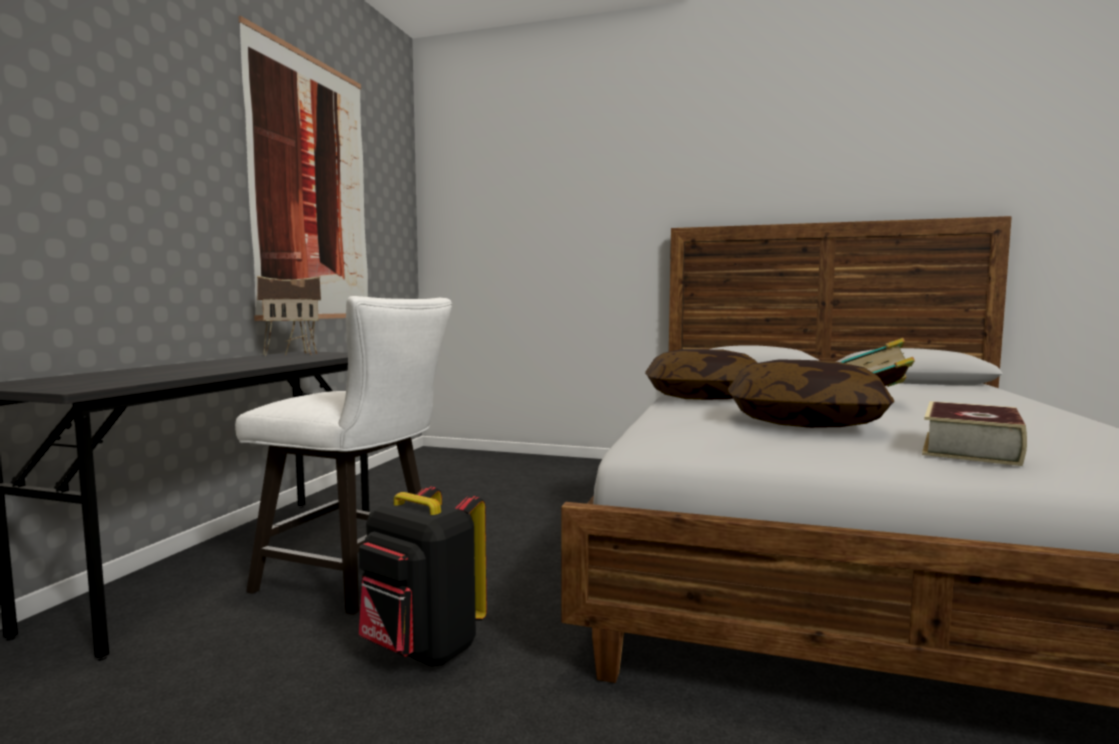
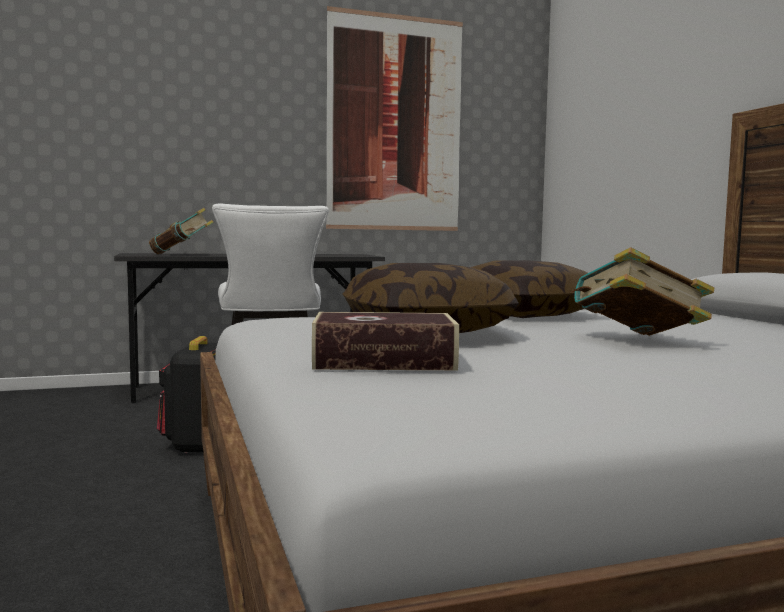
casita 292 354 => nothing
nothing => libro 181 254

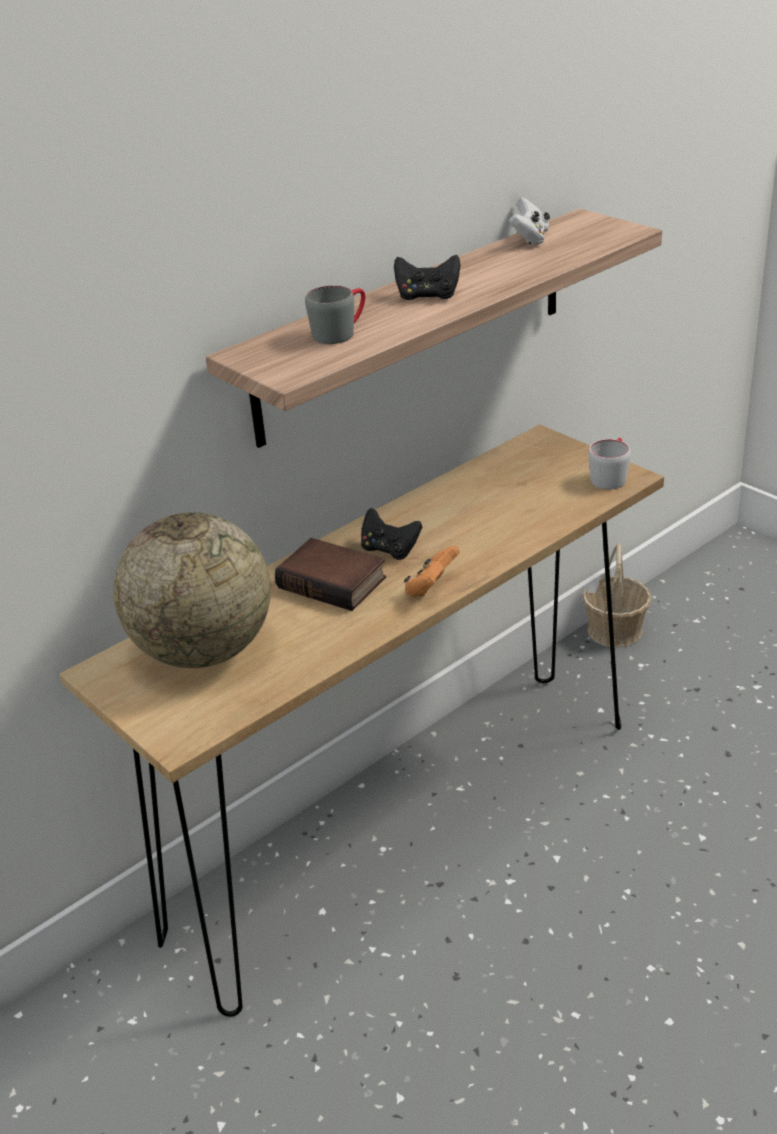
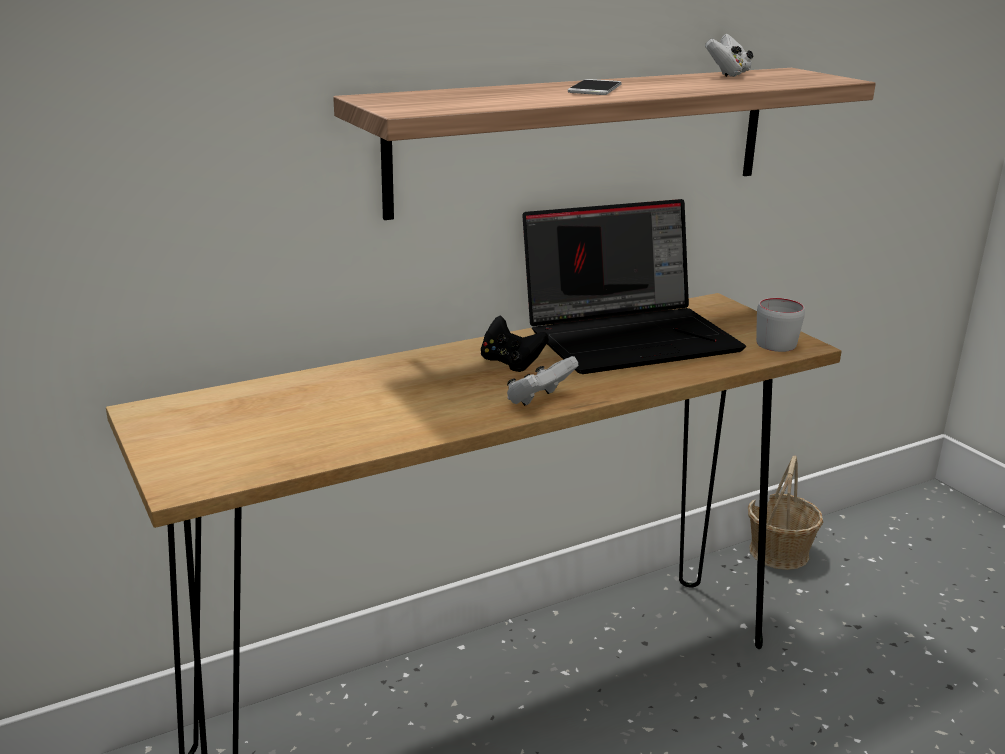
mando de consola [negro] 427 296 => móvil 595 89
taza grande [gris] 340 332 => nothing
globo terráqueo 204 651 => nothing
libro 334 581 => nothing
mando de consola [naranja] 431 588 => mando de consola [blanco] 539 400
nothing => portátil 631 336

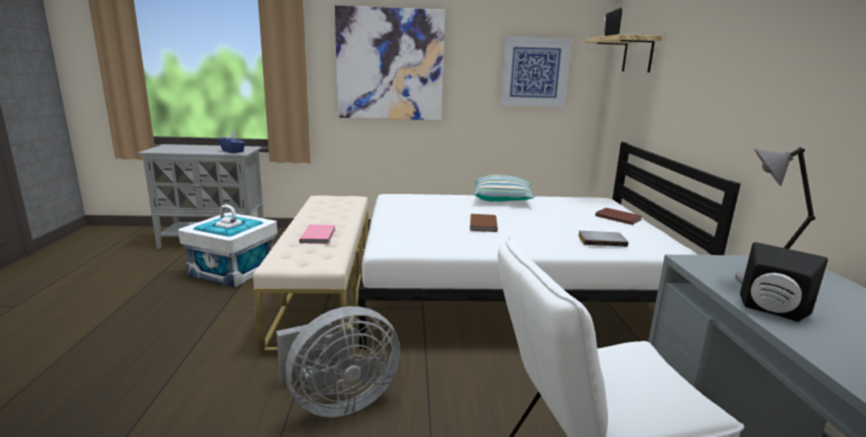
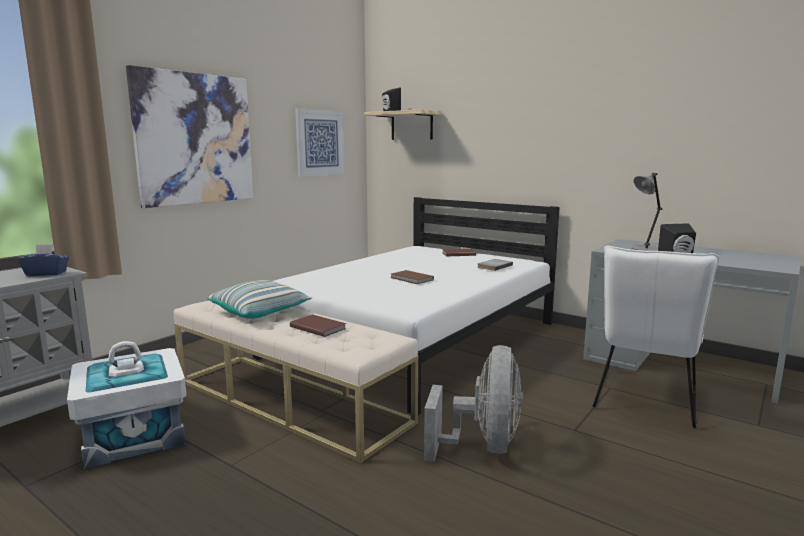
cojín 502 199 => cojín 260 312, relocated
libro [rosa] 319 236 => libro [marrón] 318 327

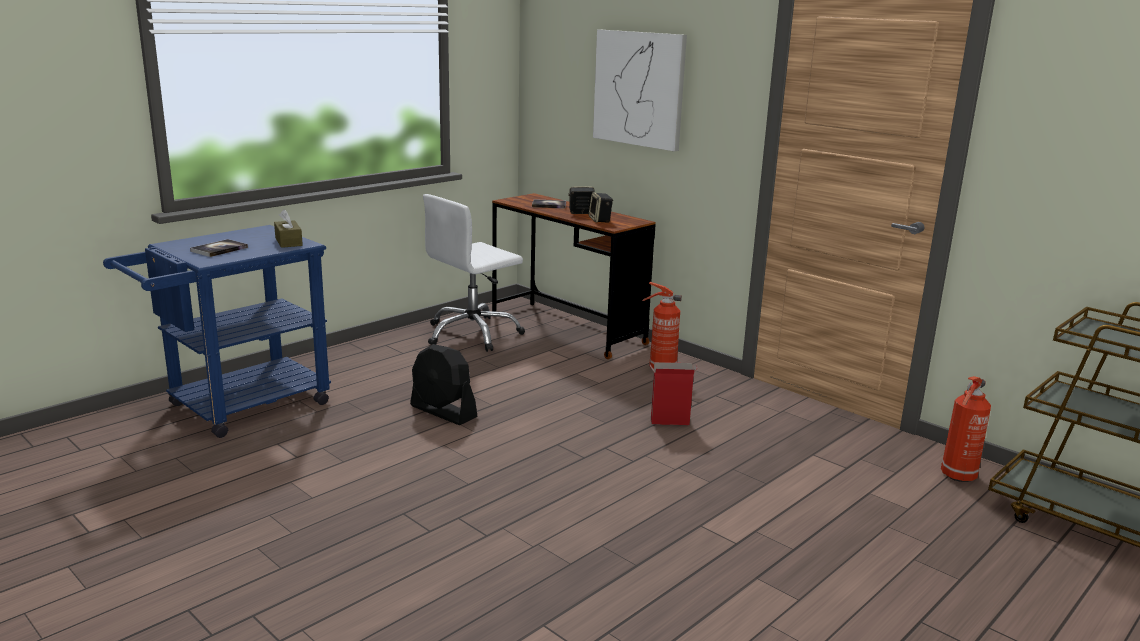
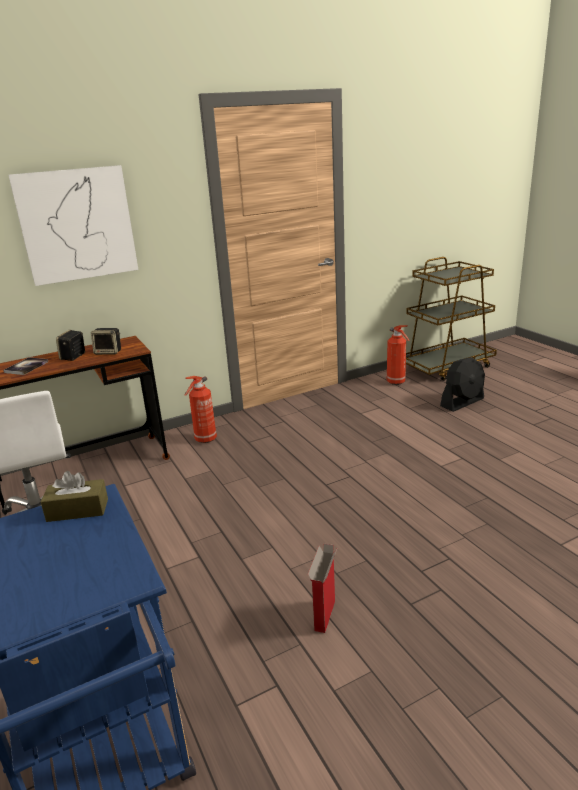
libro 219 249 => nothing
ventilador [negro] 443 412 => ventilador [negro] 462 402, relocated
caja de cartón 669 422 => caja de cartón 324 616, relocated

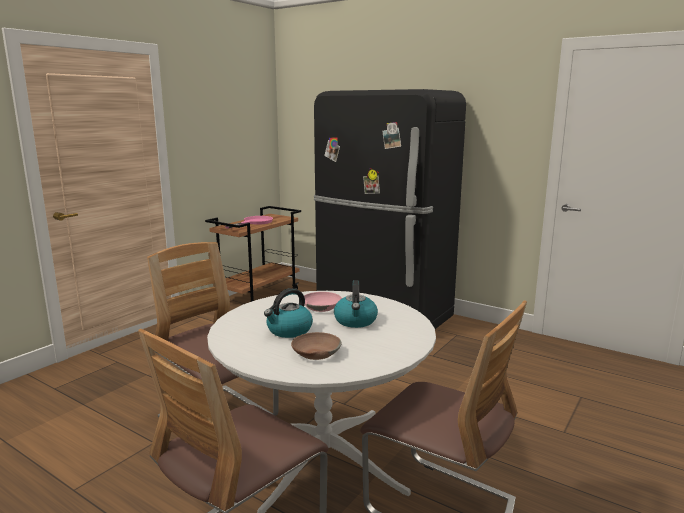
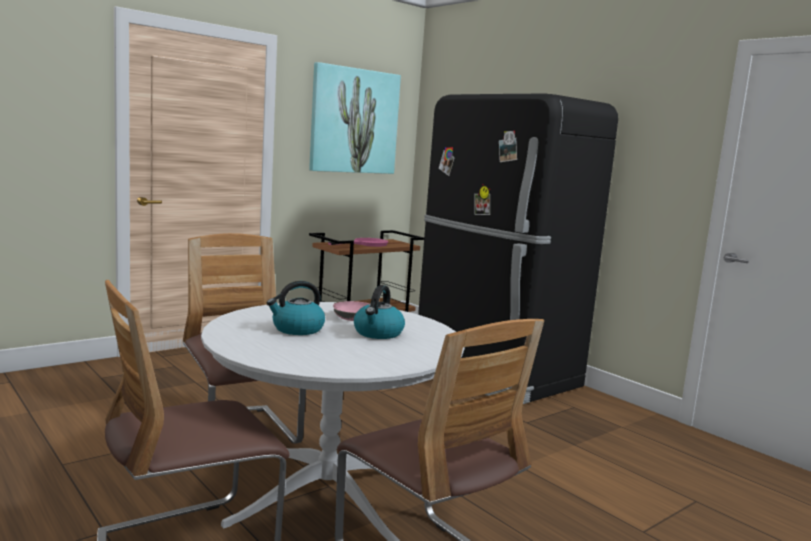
cuenco [marrón] 315 353 => nothing
nothing => cuadro 354 121

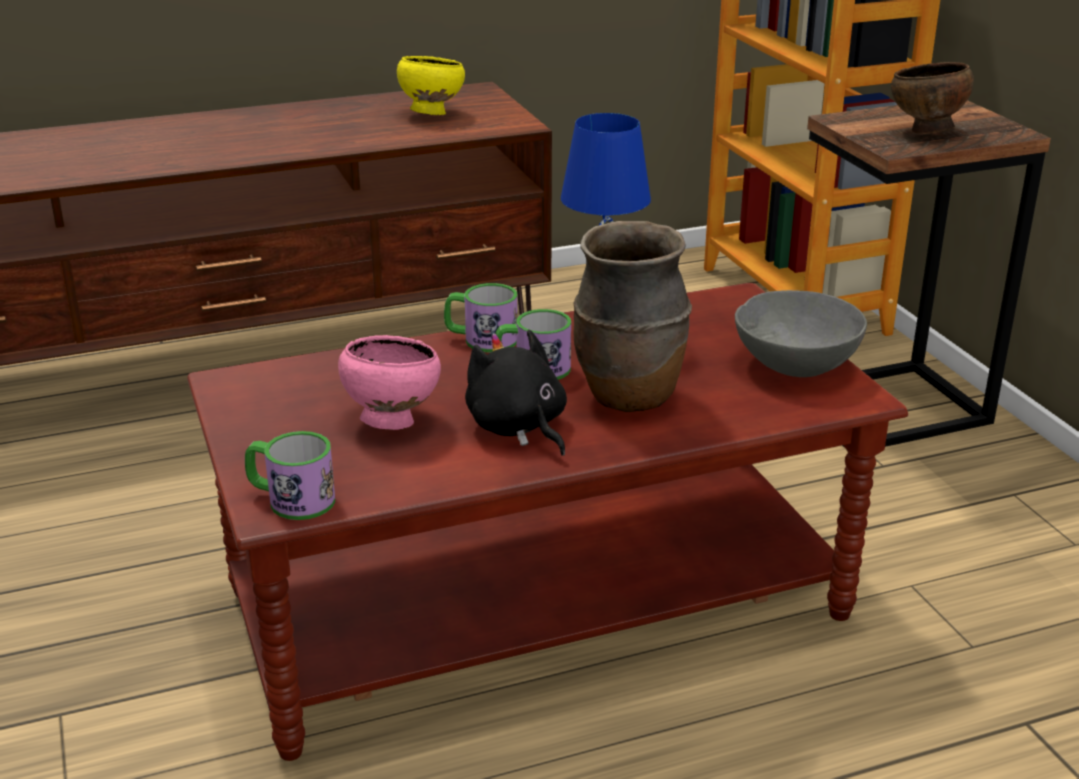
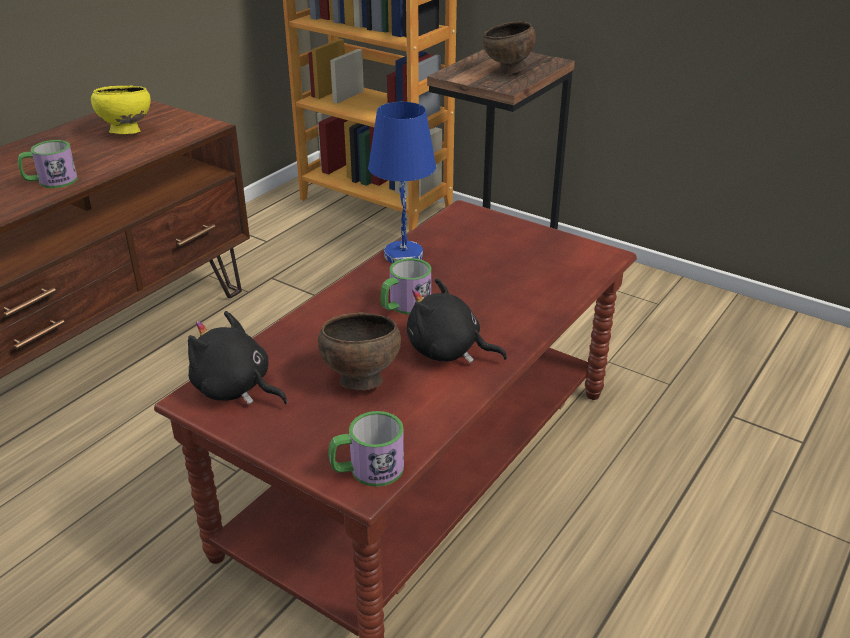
florero [marrón] 629 397 => nothing
taza grande 481 339 => taza grande 50 181, relocated
cuenco [gris] 795 365 => nothing
cuenco [rosa] 390 421 => cuenco [marrón] 360 381
nothing => peluche [negro] 235 389

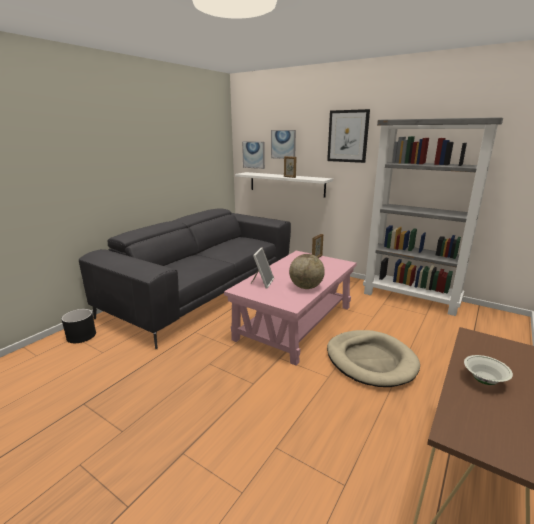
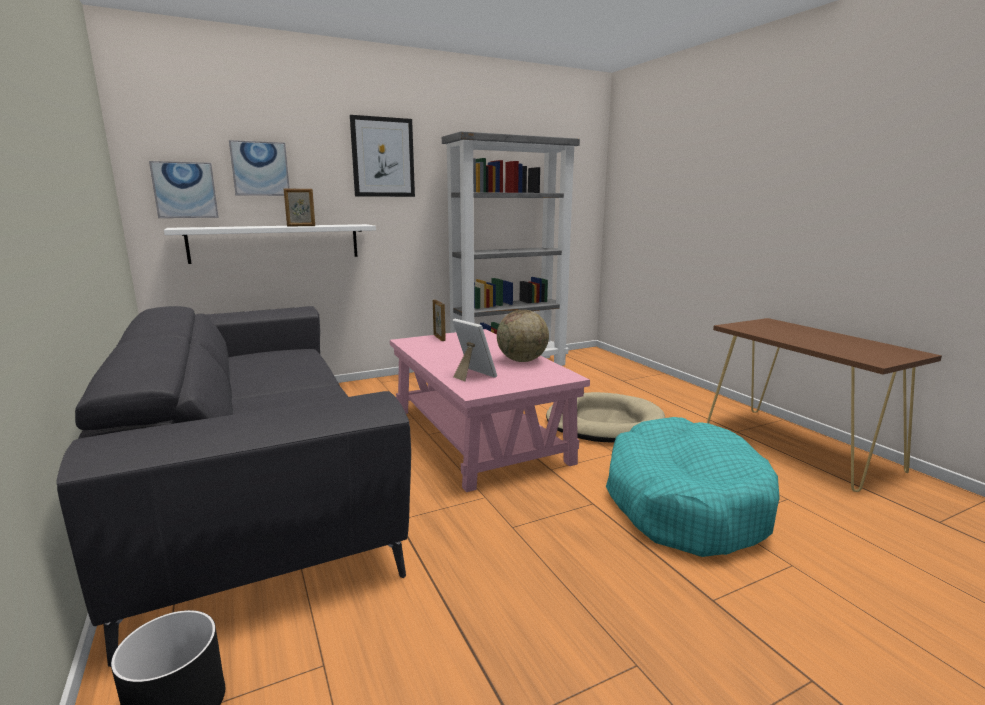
cuenco [blanco] 484 380 => nothing
nothing => cama para perro [turquesa] 684 502

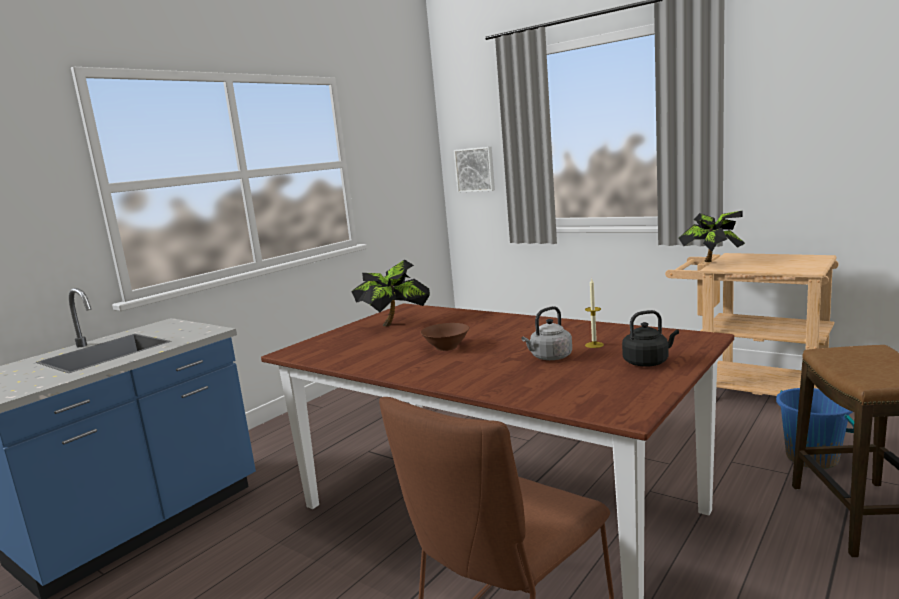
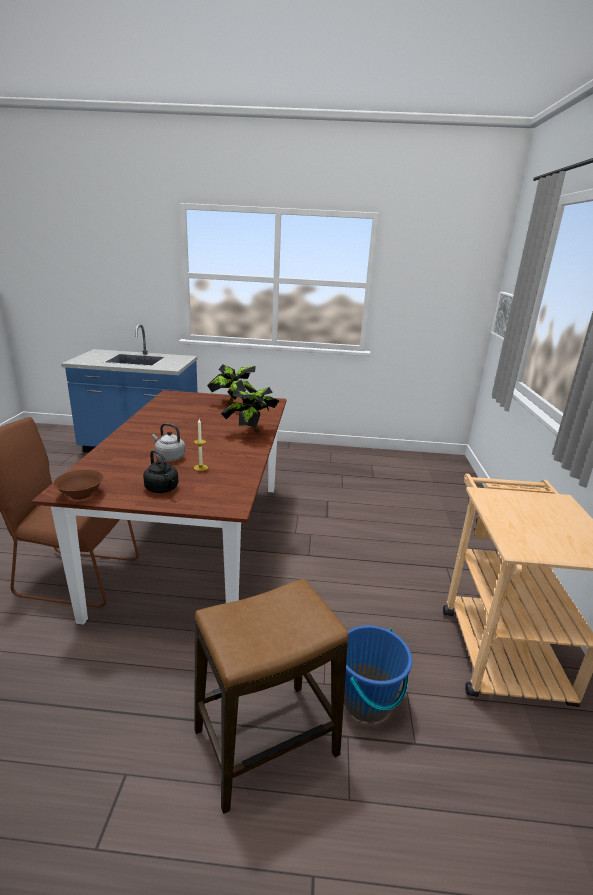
planta en maceta 712 262 => planta en maceta 252 433, relocated
cuenco [marrón] 447 347 => cuenco [marrón] 80 495, relocated

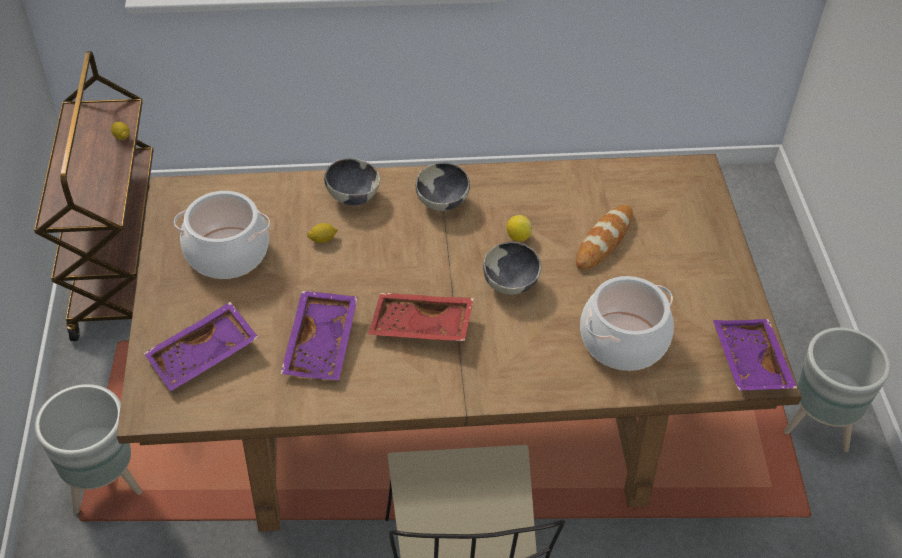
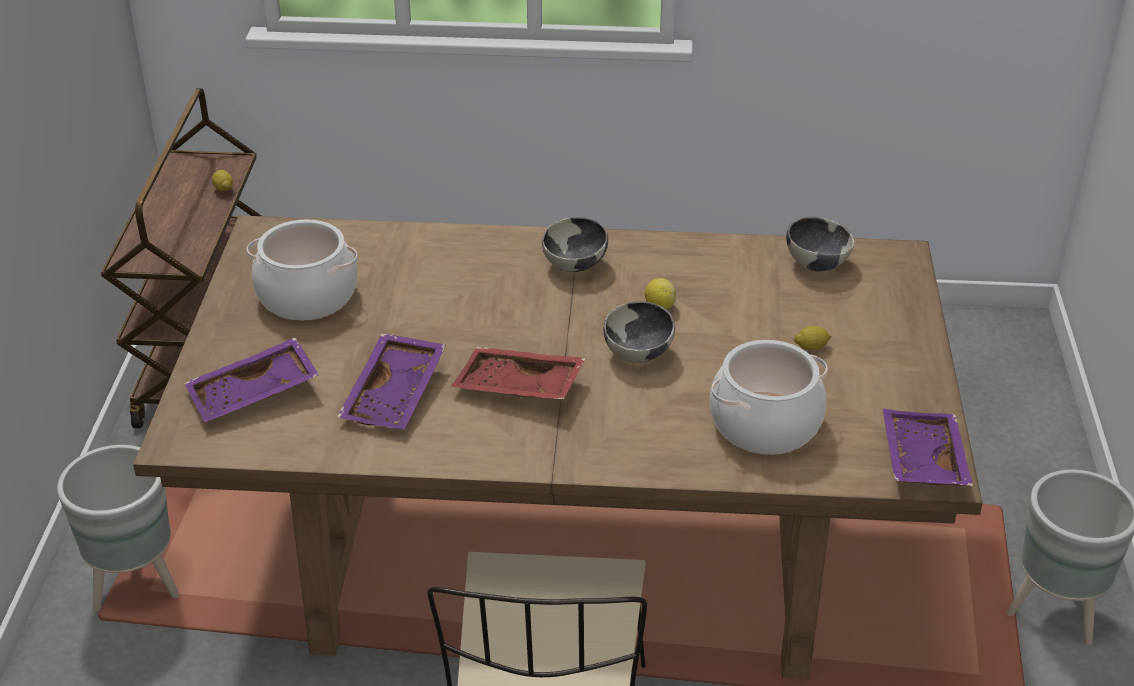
cuenco 352 196 => cuenco 816 263, relocated
pan 604 240 => nothing
limón 323 239 => limón 811 347, relocated

